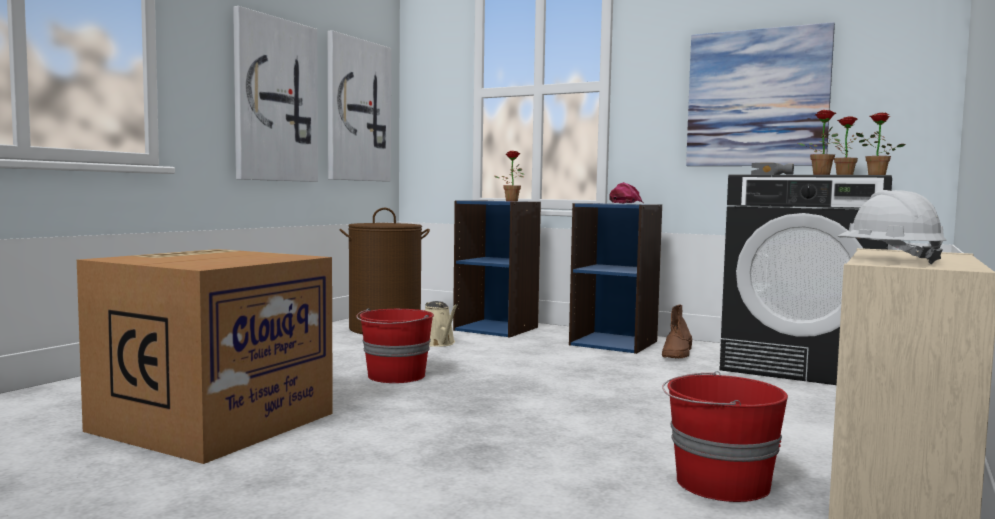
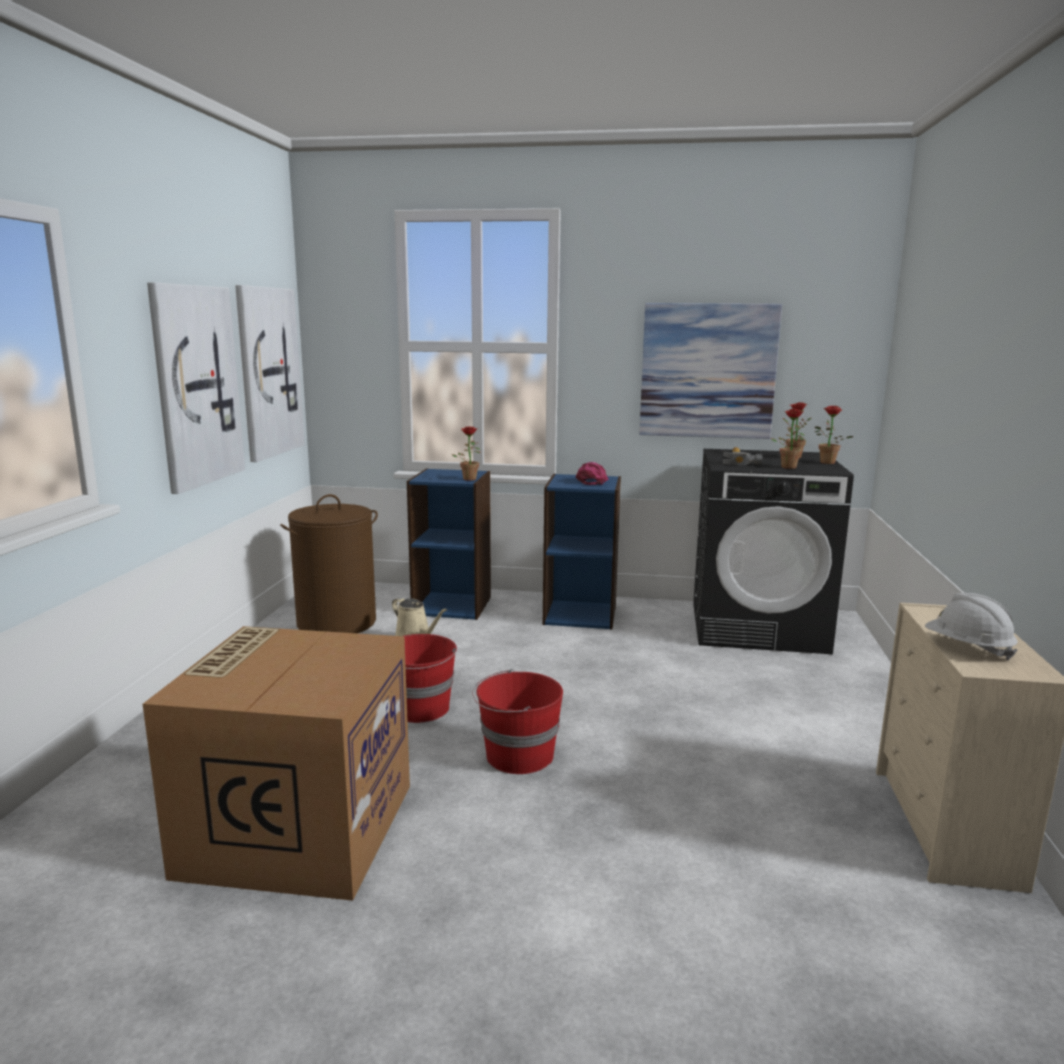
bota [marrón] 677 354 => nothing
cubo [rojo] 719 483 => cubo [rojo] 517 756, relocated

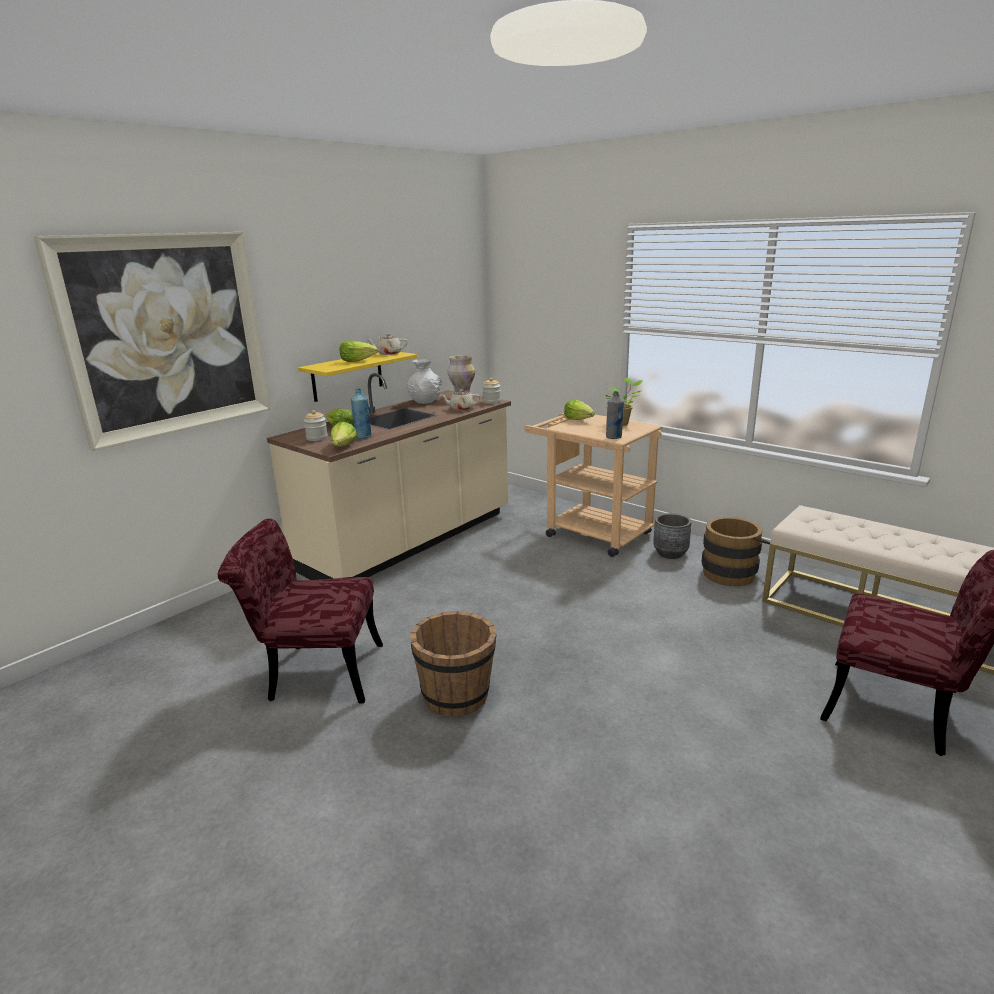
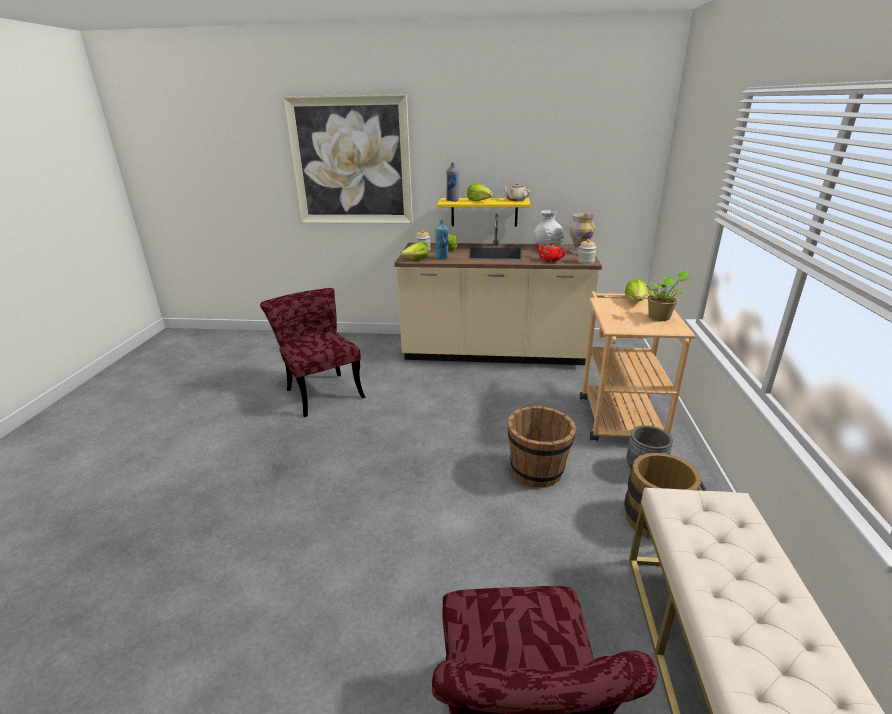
tetera [beis] 461 408 => tetera [rojo] 549 259
botella [gris] 614 437 => botella [gris] 452 200, relocated
cubo [marrón] 457 695 => cubo [marrón] 537 471, relocated

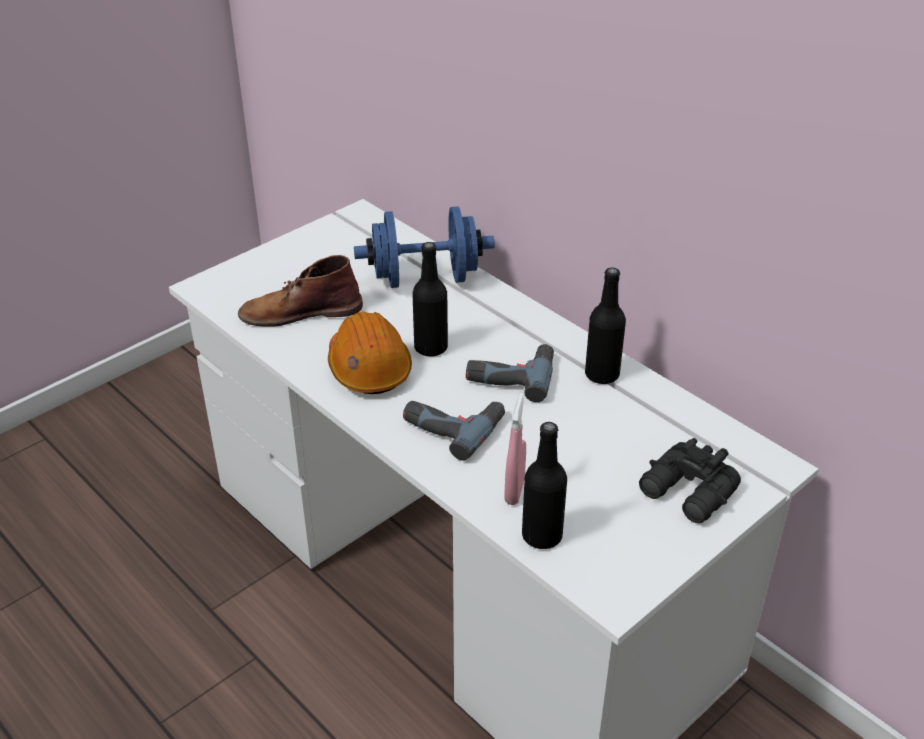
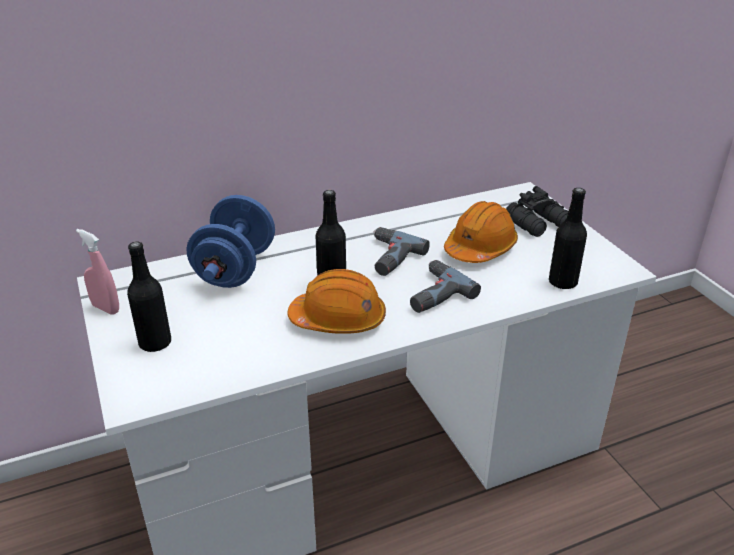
bota [marrón] 300 312 => nothing
botella [negro] 602 374 => botella [negro] 155 343, relocated
pulverizador [rosa] 514 491 => pulverizador [rosa] 106 308, relocated
nothing => casco [naranja] 480 248

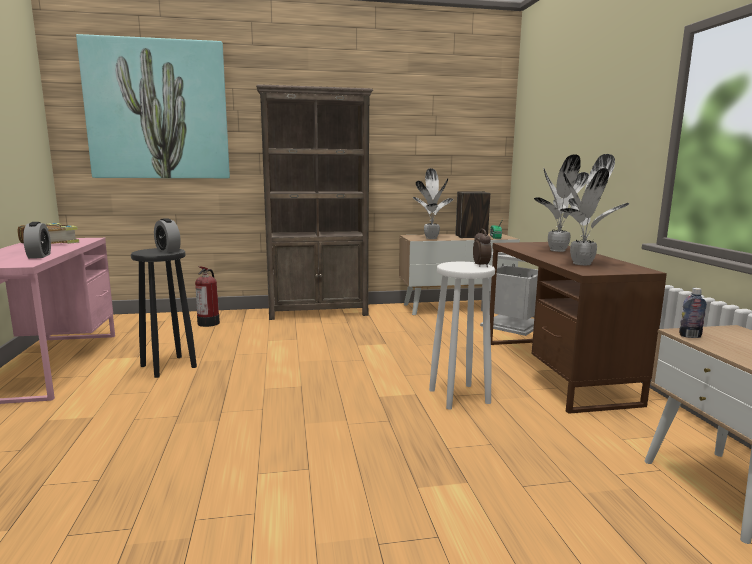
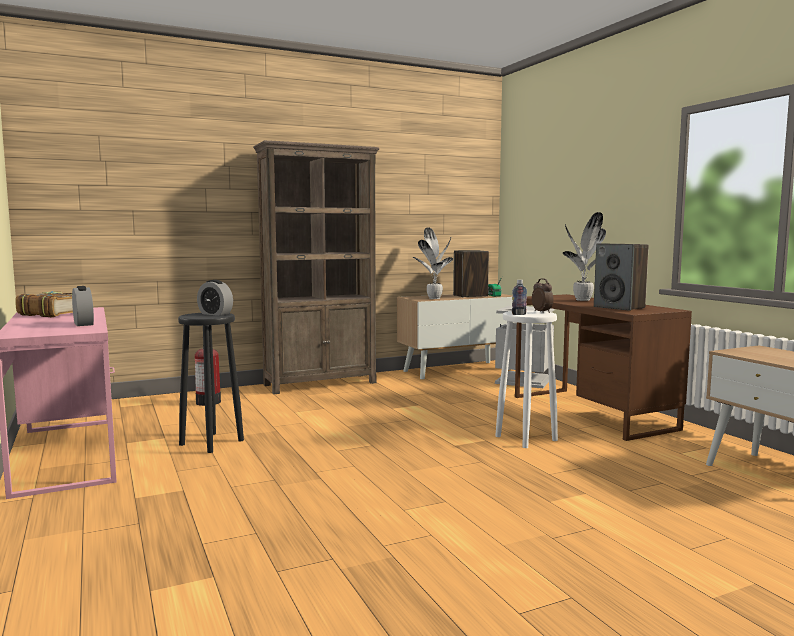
cuadro 158 110 => nothing
planta en maceta 583 263 => altavoz 619 307
botella 690 336 => botella 519 314, relocated

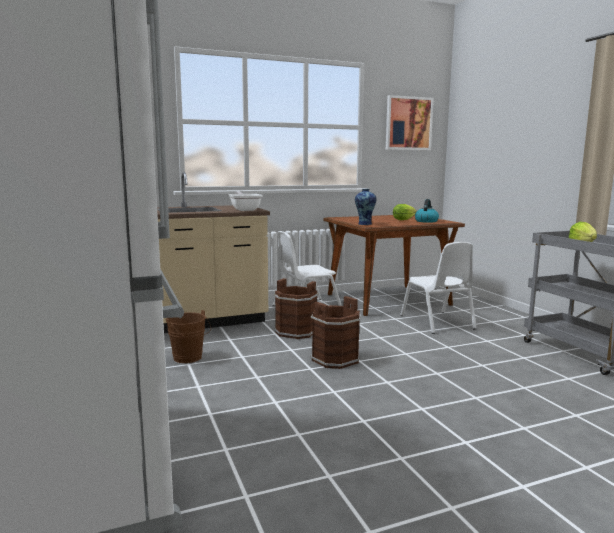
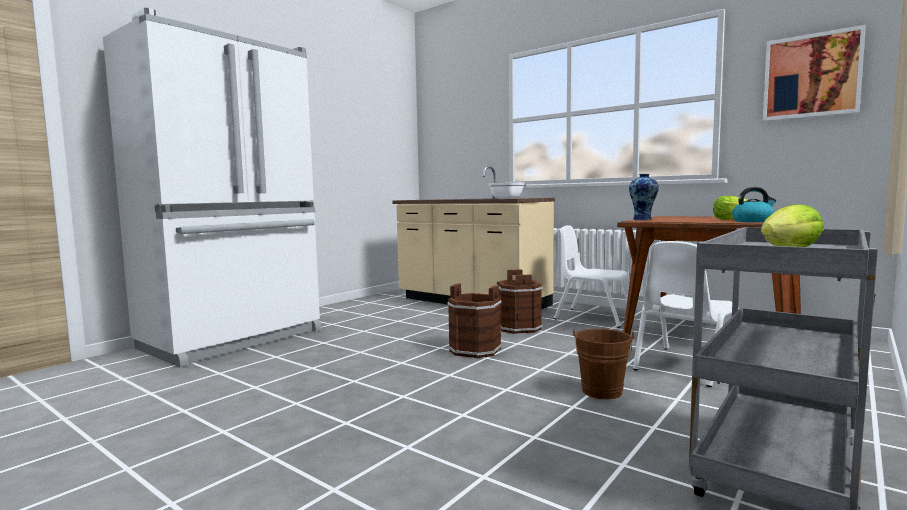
cubo [marrón] 189 358 => cubo [marrón] 602 393, relocated

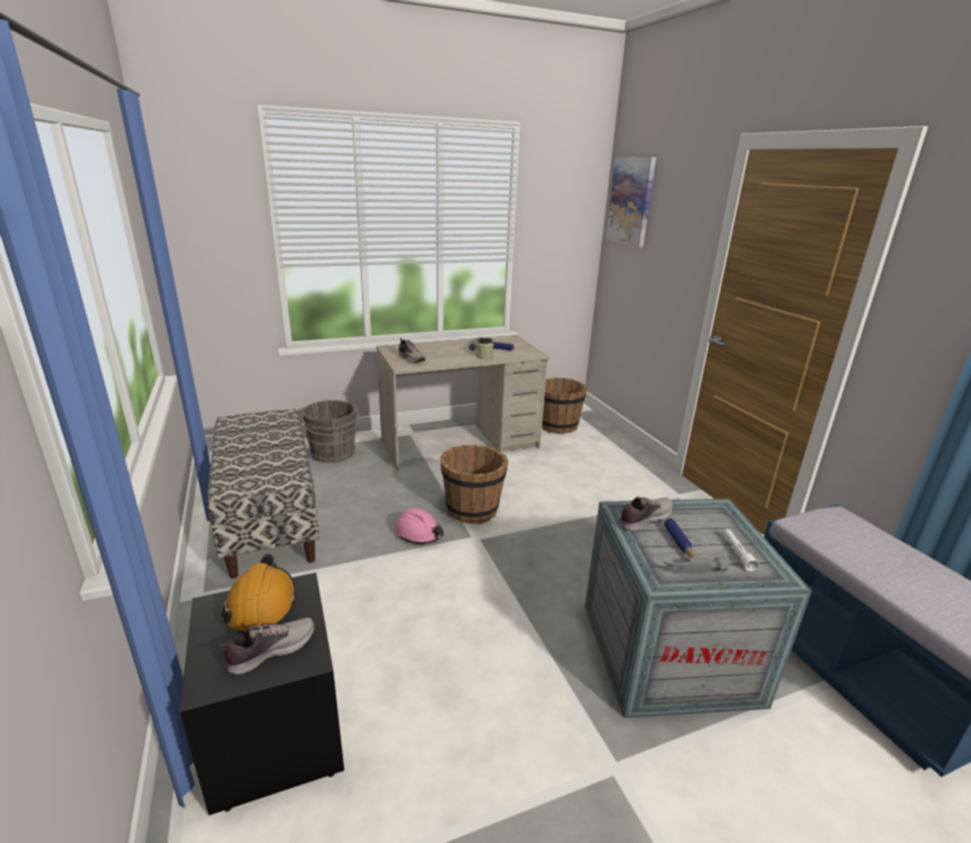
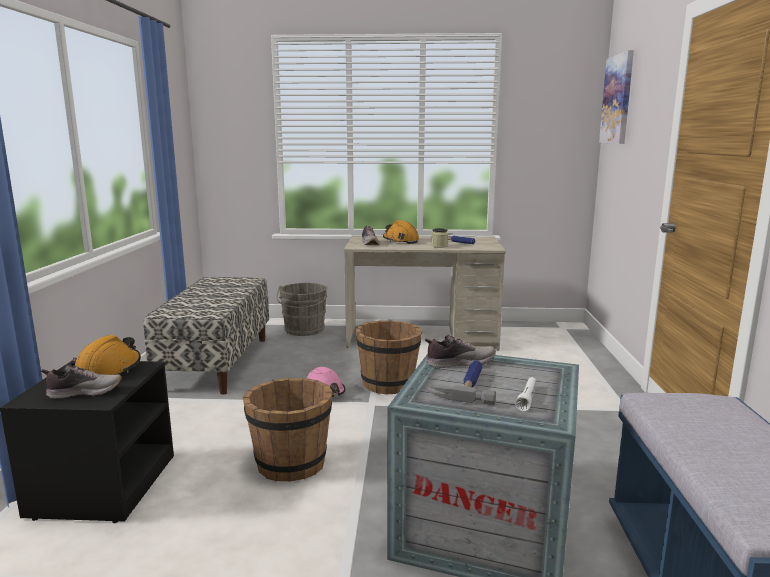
cubo [marrón] 557 426 => cubo [marrón] 291 463, relocated
nothing => casco [naranja] 400 240

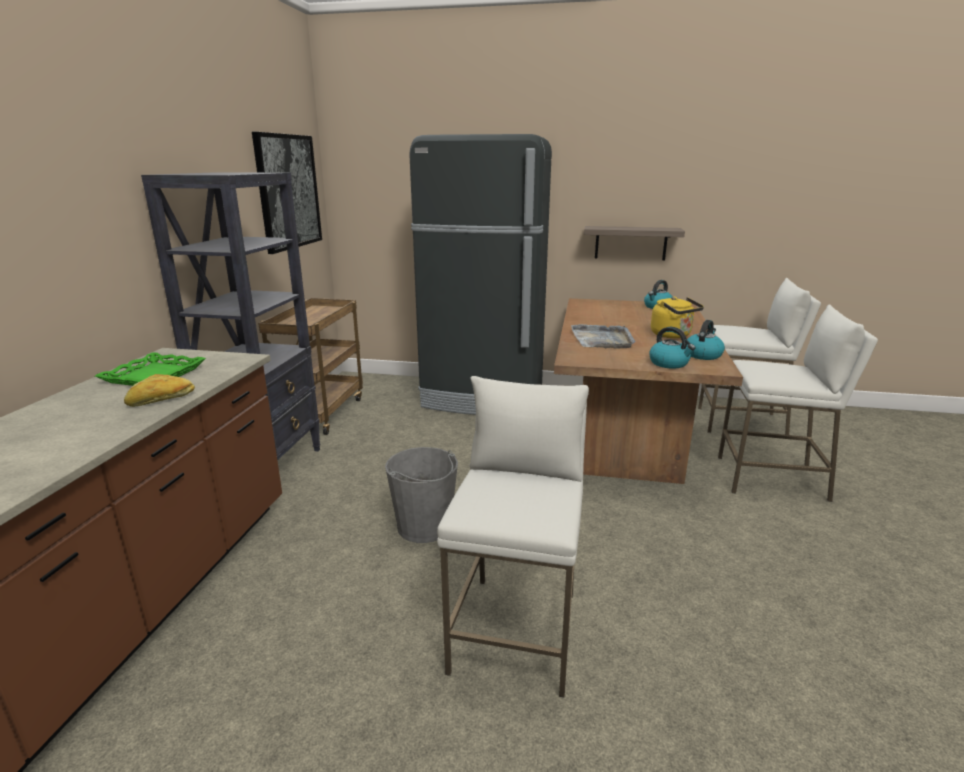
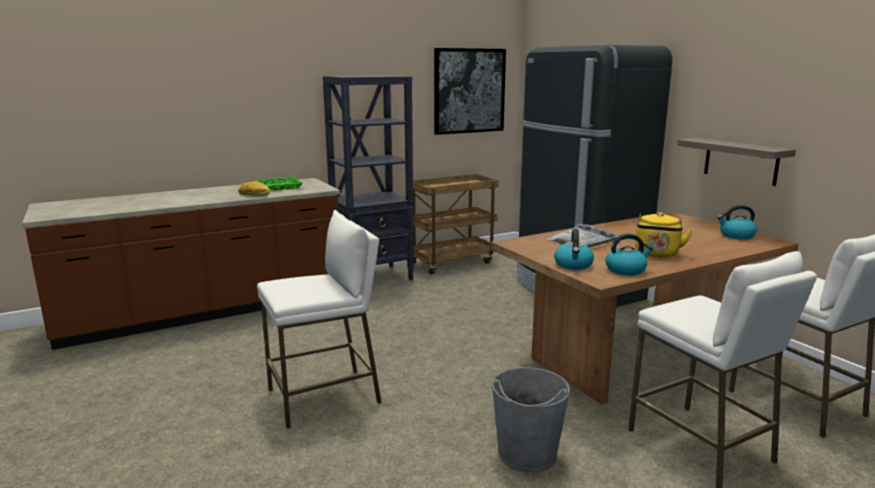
cubo [gris] 424 526 => cubo [gris] 527 454, relocated

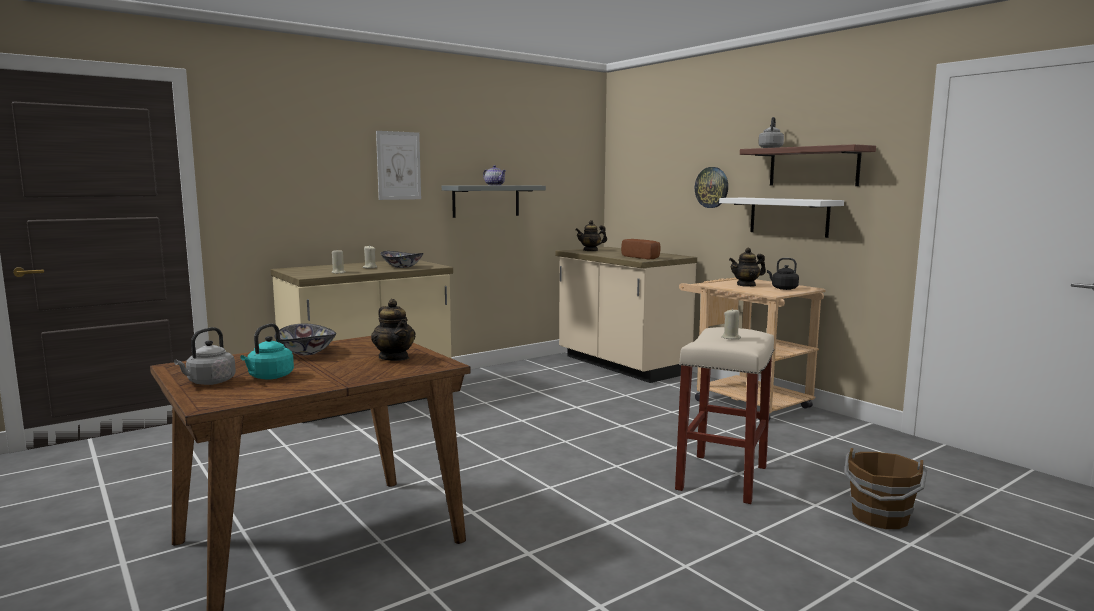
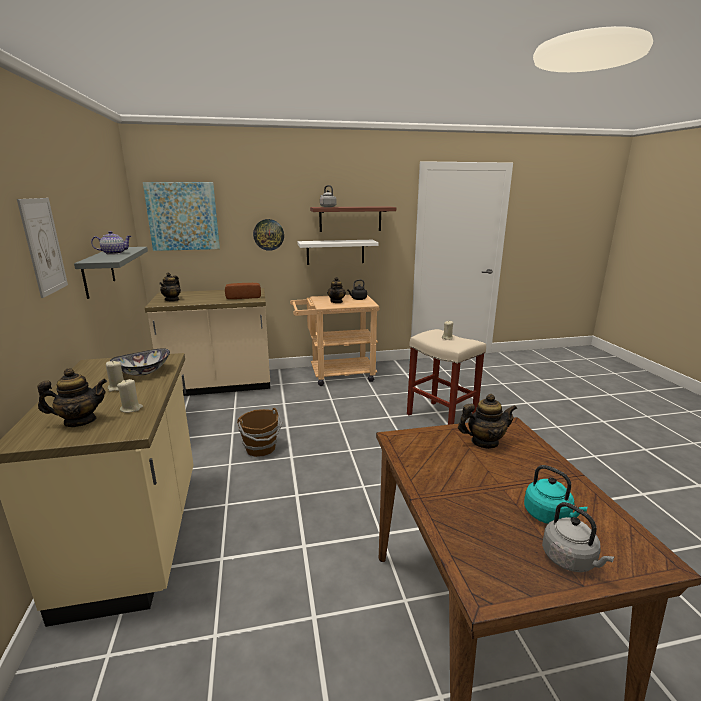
cuenco 307 352 => nothing
cubo [marrón] 880 518 => cubo [marrón] 261 448, relocated
nothing => cuadro 183 216
nothing => tetera 80 421

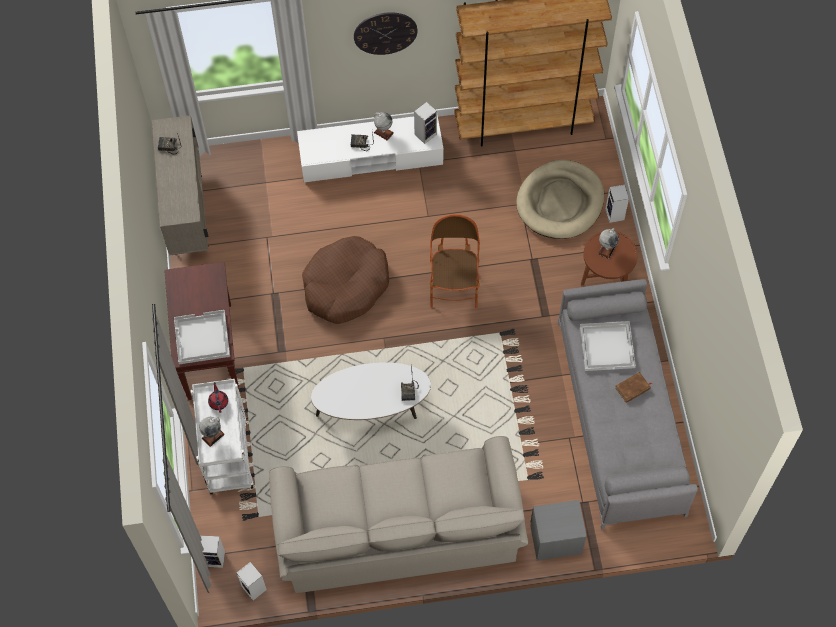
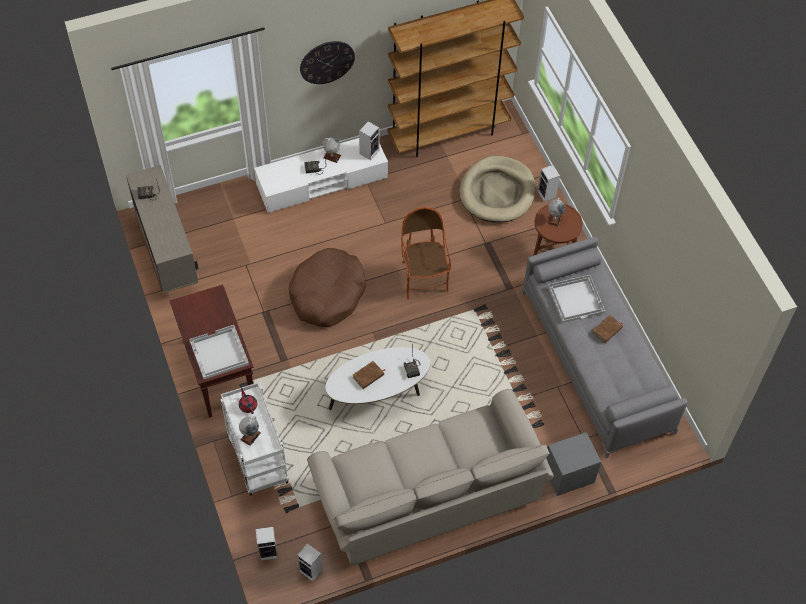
nothing => libro [marrón] 368 376

